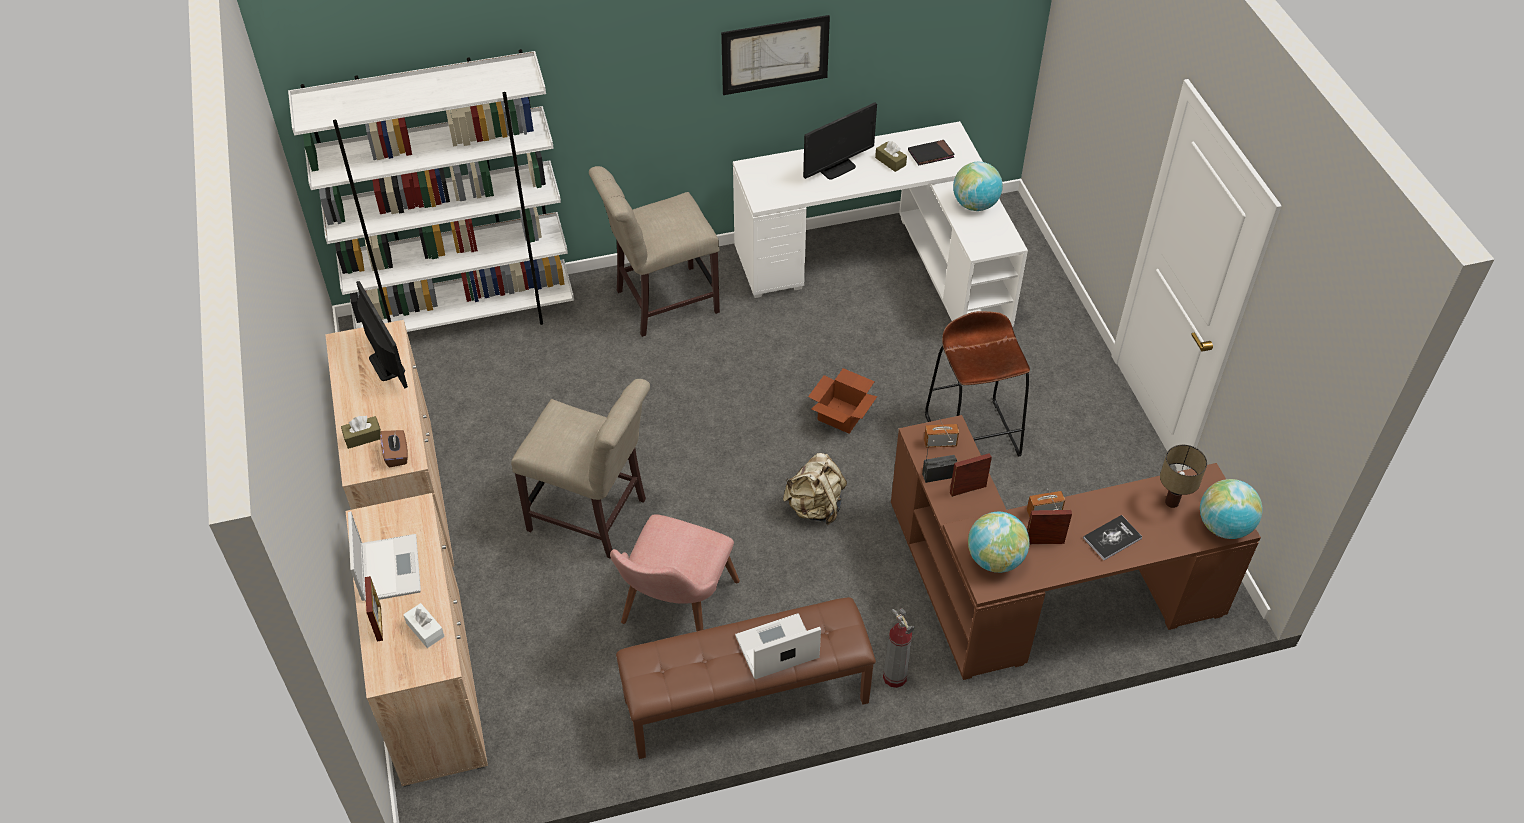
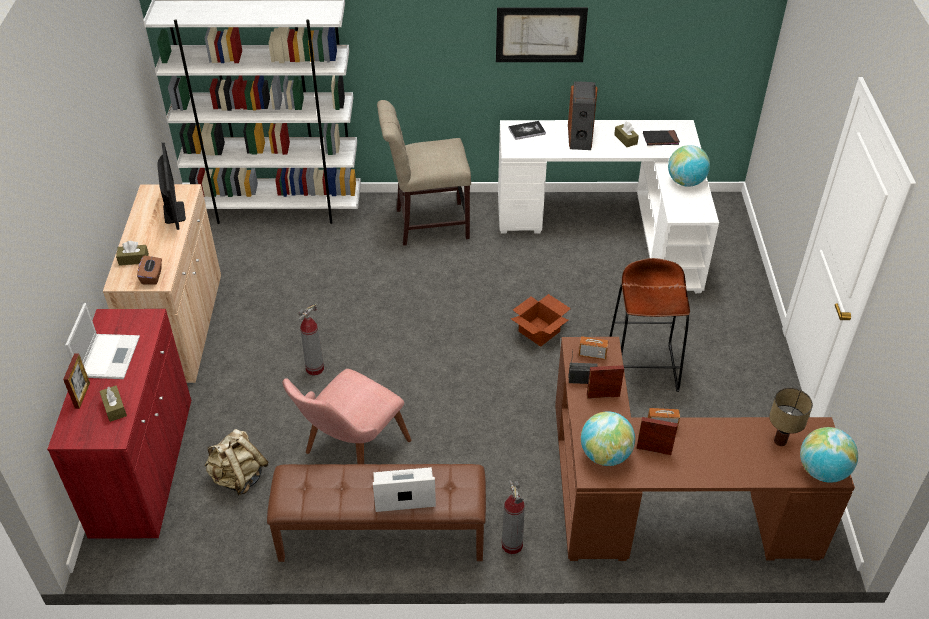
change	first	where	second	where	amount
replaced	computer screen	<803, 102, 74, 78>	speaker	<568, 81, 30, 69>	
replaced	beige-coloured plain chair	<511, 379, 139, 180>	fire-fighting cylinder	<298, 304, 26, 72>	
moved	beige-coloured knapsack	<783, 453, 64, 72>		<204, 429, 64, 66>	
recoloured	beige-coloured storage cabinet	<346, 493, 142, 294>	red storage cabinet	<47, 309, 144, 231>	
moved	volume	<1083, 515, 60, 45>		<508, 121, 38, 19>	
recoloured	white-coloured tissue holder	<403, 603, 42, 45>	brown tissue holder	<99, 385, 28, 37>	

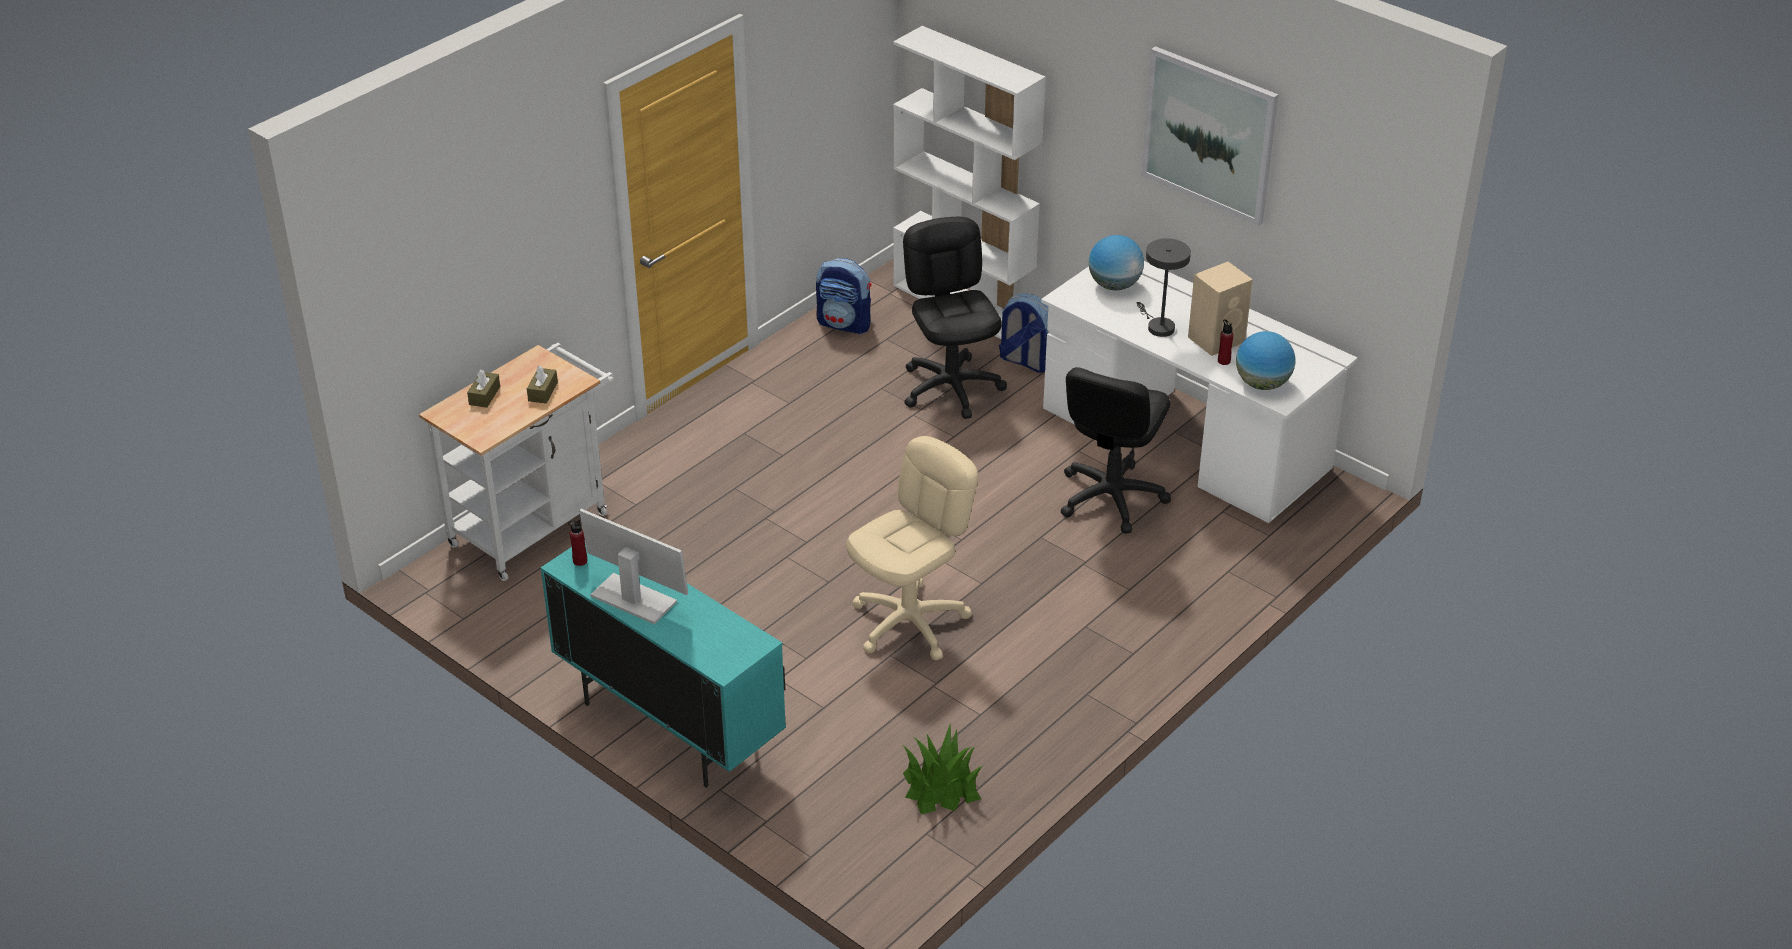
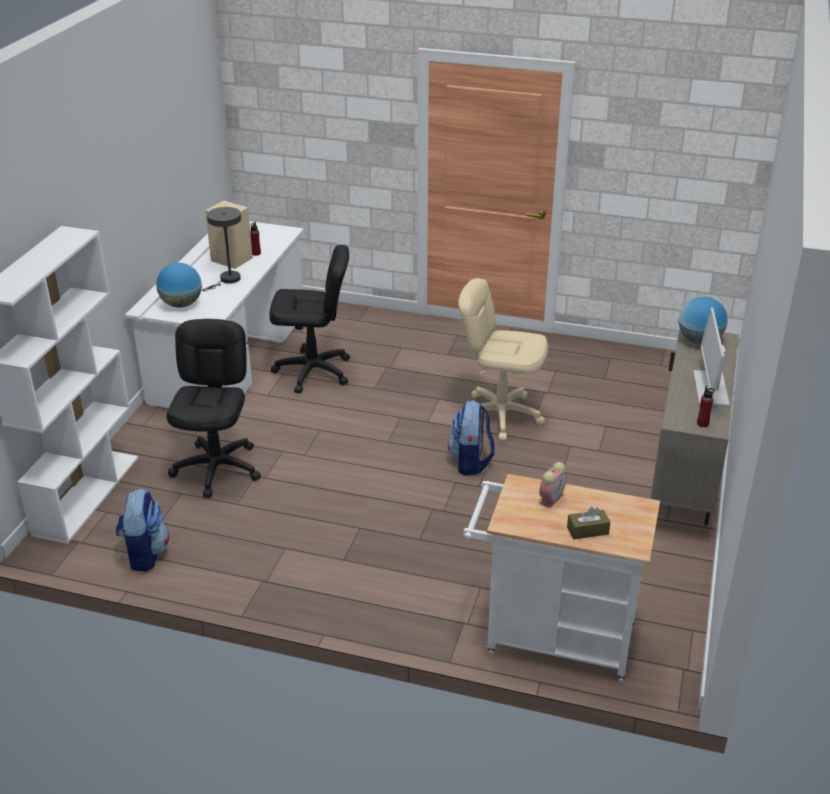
change	first	where	second	where	amount
removed	wall picture	<1141, 46, 137, 180>			
turned	black computer chair	<903, 217, 104, 202>		<166, 319, 95, 179>	135 degrees clockwise
moved	knapsack	<999, 293, 50, 80>		<448, 400, 47, 76>	
moved	world globe	<1236, 331, 59, 59>		<679, 297, 49, 47>	
replaced	brown tissue holder	<527, 365, 31, 39>	bedside clock	<539, 462, 28, 46>	
recoloured	turquoise storage cabinet	<540, 543, 246, 245>	beige-coloured storage cabinet	<651, 330, 88, 195>	
removed	houseplant	<903, 724, 80, 90>			

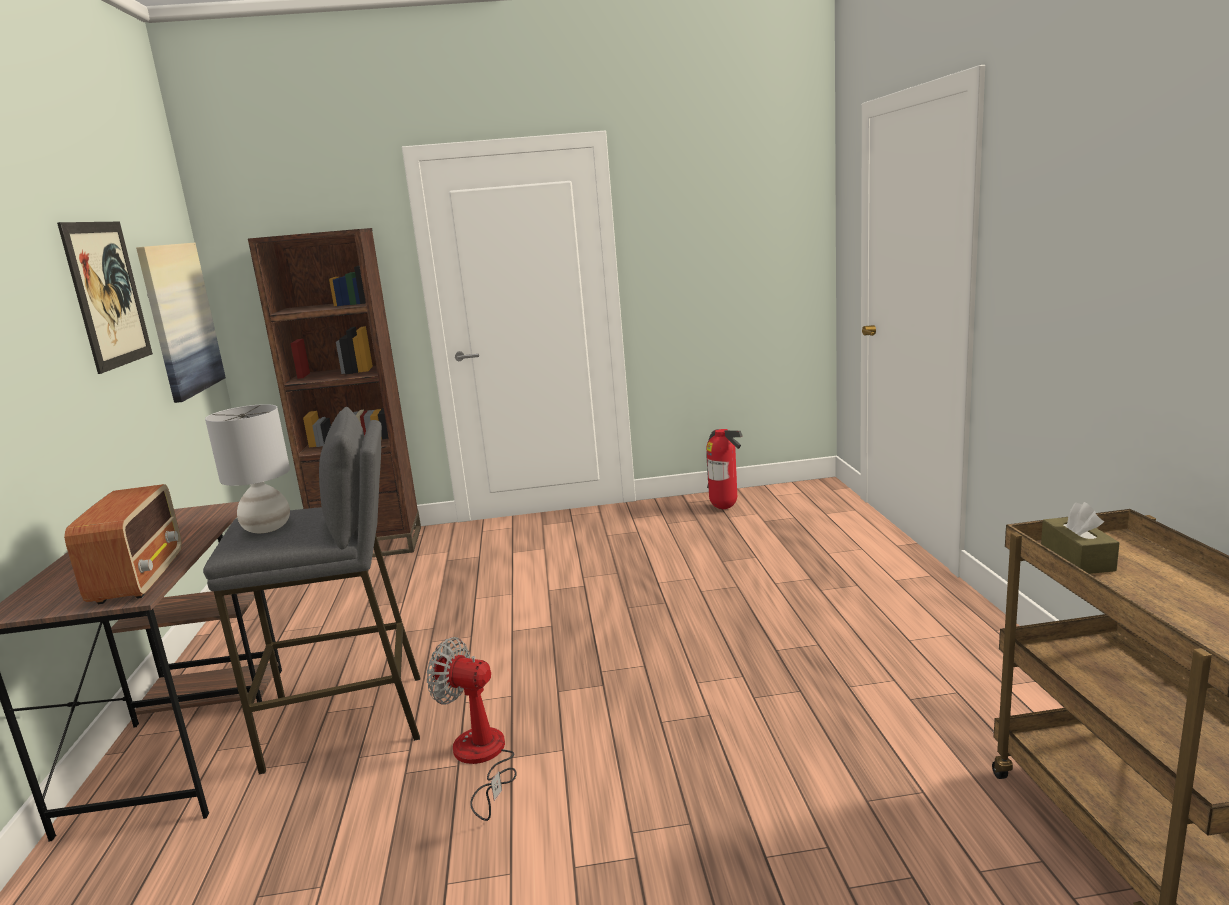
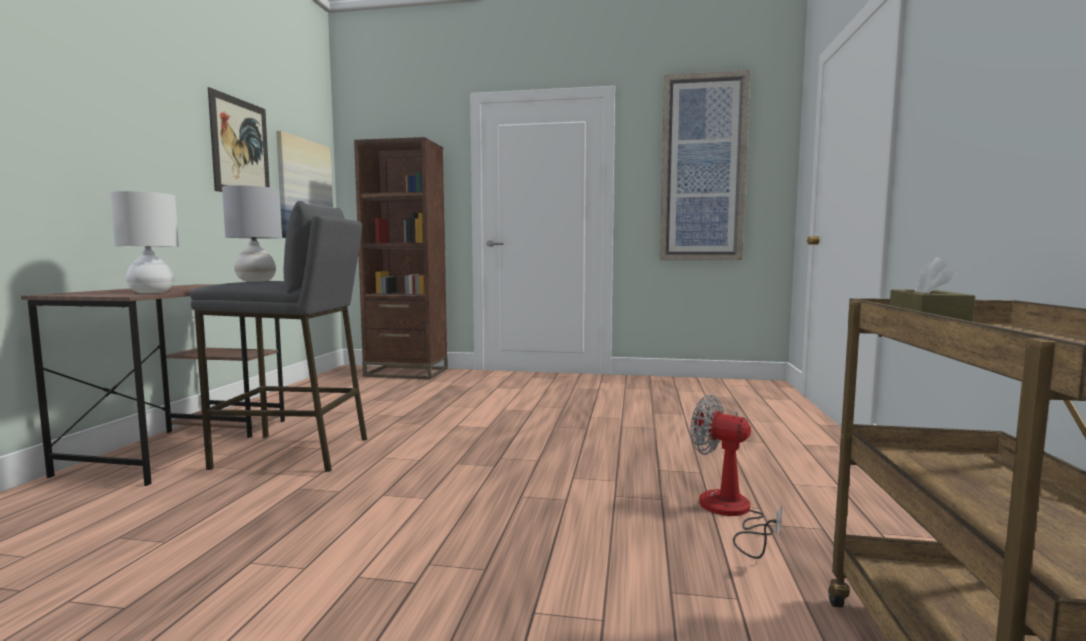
change	first	where	second	where	amount
removed	fire-fighting cylinder	<707, 429, 36, 80>			
replaced	radio set	<64, 484, 118, 120>	white-coloured tabletop lamp	<110, 191, 69, 102>	
moved	electric fan	<427, 637, 89, 184>		<691, 394, 91, 165>	
added			wall picture	<660, 70, 90, 190>	

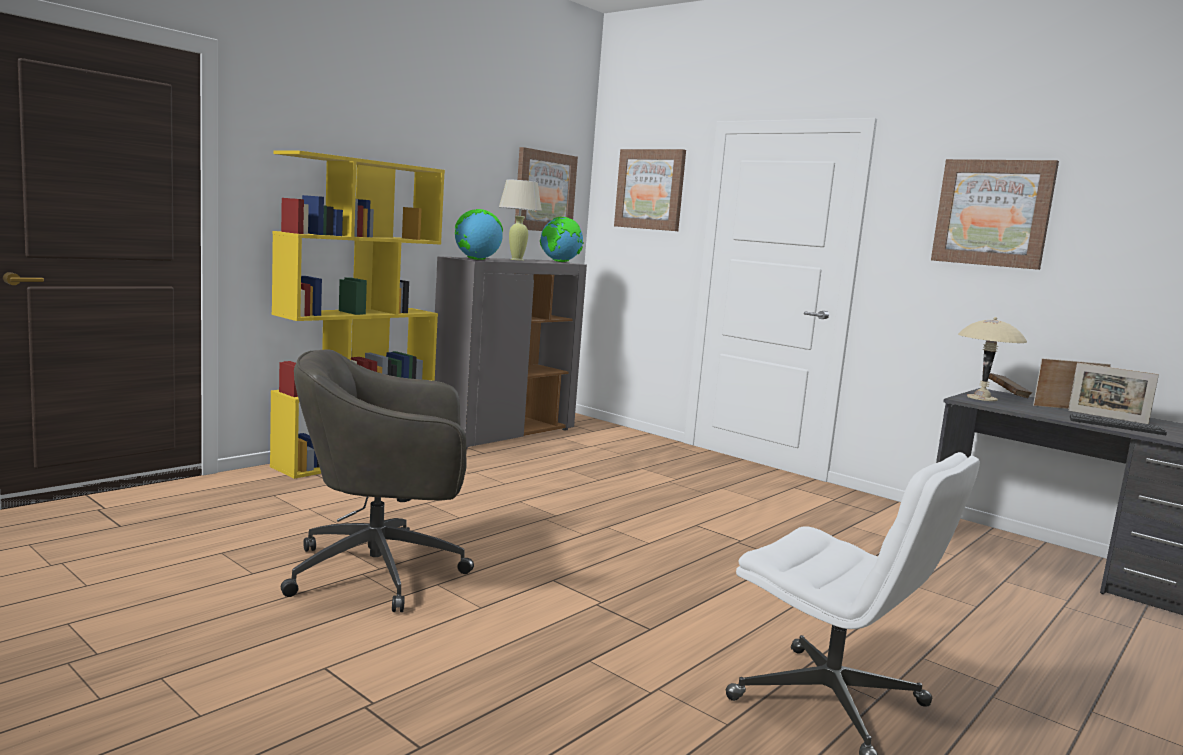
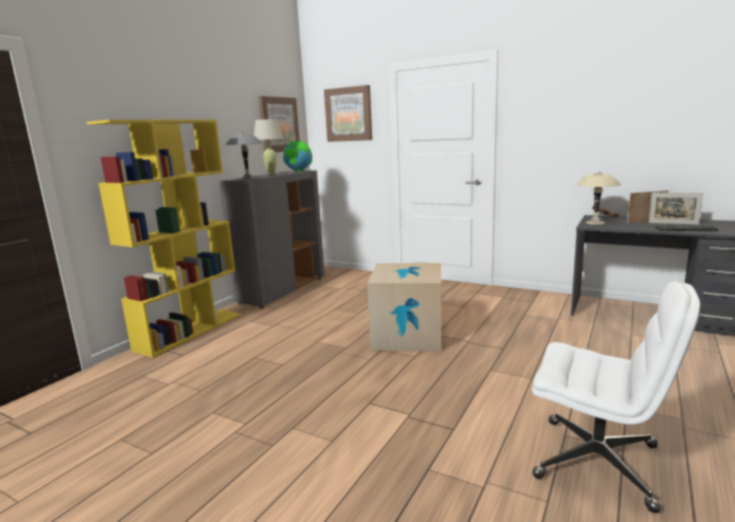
change	first	where	second	where	amount
removed	wall picture	<931, 159, 128, 111>			
replaced	world globe	<455, 209, 48, 51>	greyish tabletop lamp	<226, 132, 36, 48>	
removed	greyish computer chair	<281, 349, 193, 263>			
added			packing box	<367, 263, 74, 88>	

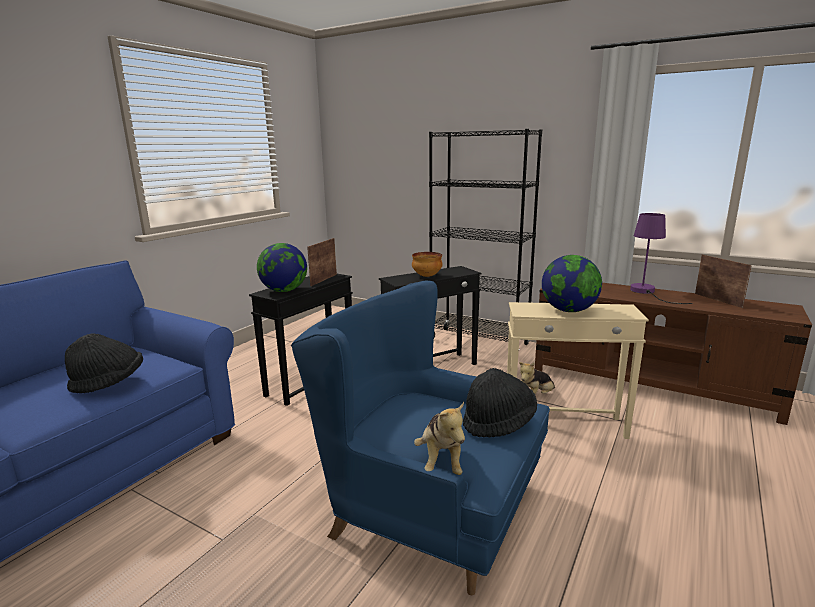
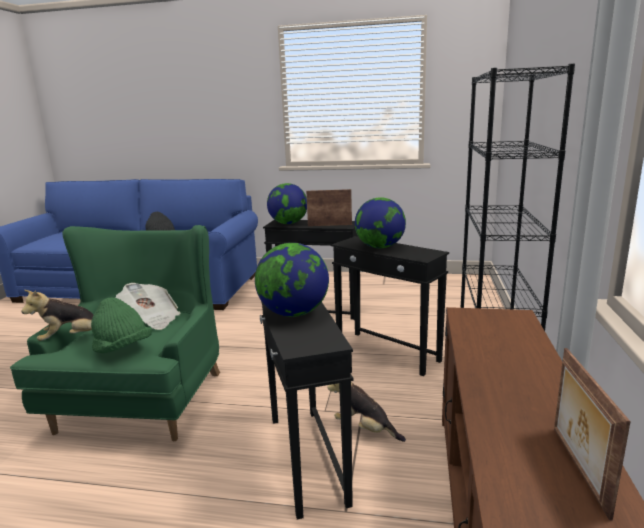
change	first	where	second	where	amount
removed	purple-coloured tabletop lamp	<630, 213, 62, 91>			
replaced	bowl	<412, 252, 31, 25>	world globe	<355, 197, 51, 51>	
turned	photo frame	<695, 255, 57, 53>		<554, 348, 77, 172>	135 degrees clockwise
recoloured	bluish armchair	<291, 281, 259, 314>	green armchair	<10, 225, 210, 216>	
recoloured	beige-coloured end table	<507, 302, 142, 137>	black end table	<260, 301, 94, 218>	
recoloured	black clothing hat	<463, 368, 74, 69>	green clothing hat	<91, 297, 61, 56>	
added			newspaper	<116, 283, 64, 47>	

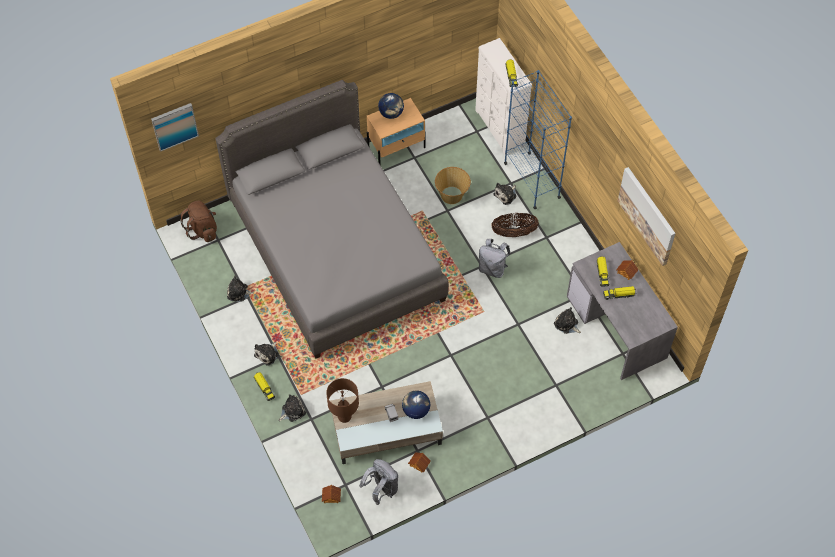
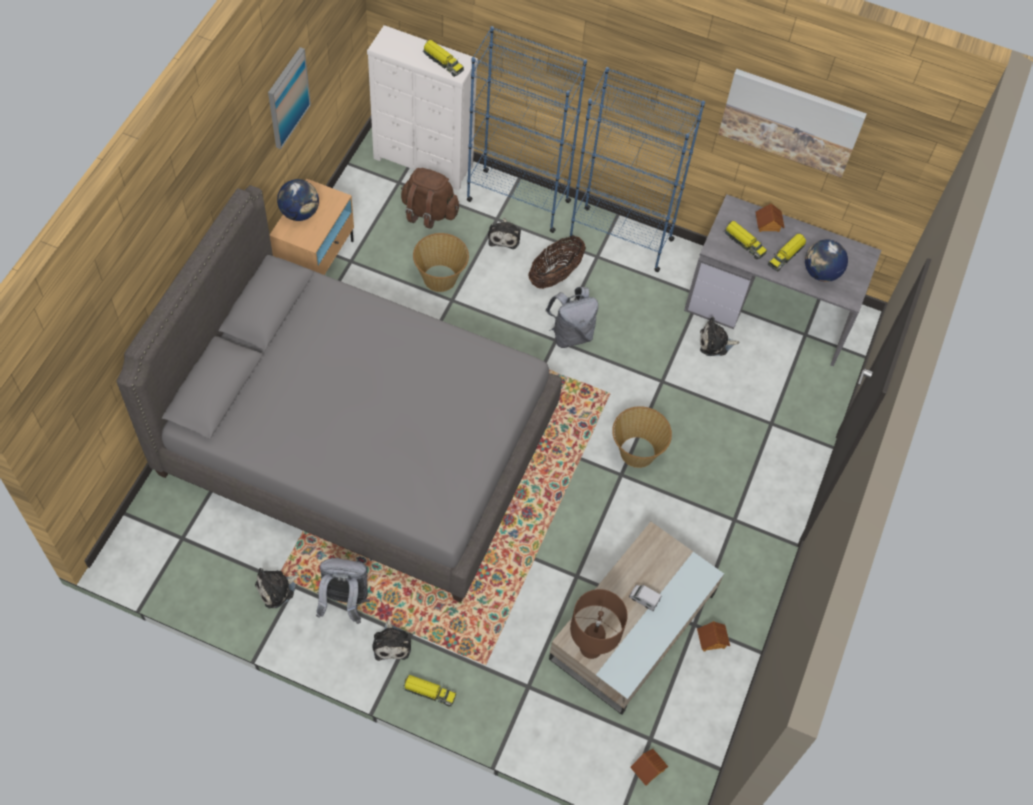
change	first	where	second	where	amount
moved	wall picture	<151, 103, 48, 49>		<268, 47, 43, 102>	
moved	brown knapsack	<180, 200, 37, 42>		<401, 168, 58, 61>	
moved	world globe	<402, 390, 28, 29>		<805, 240, 43, 42>	
removed	soft toy	<279, 394, 27, 28>			
moved	greyish knapsack	<359, 459, 39, 46>		<316, 558, 54, 66>	
added			bluish shelving unit	<569, 67, 136, 205>	
added			household basket	<612, 406, 60, 62>	

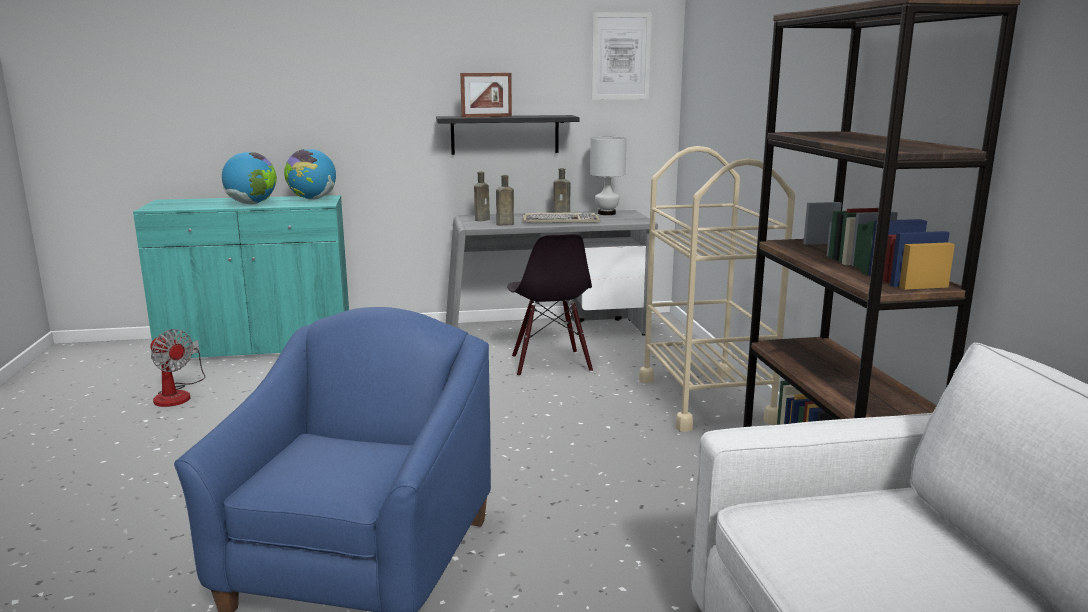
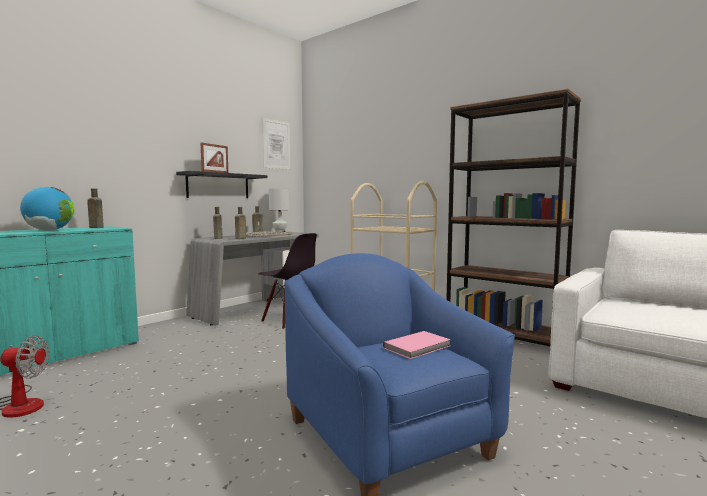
change	first	where	second	where	amount
replaced	world globe	<284, 149, 52, 51>	brown drink bottle	<87, 188, 17, 40>	
added			pink volume	<383, 331, 68, 28>	

